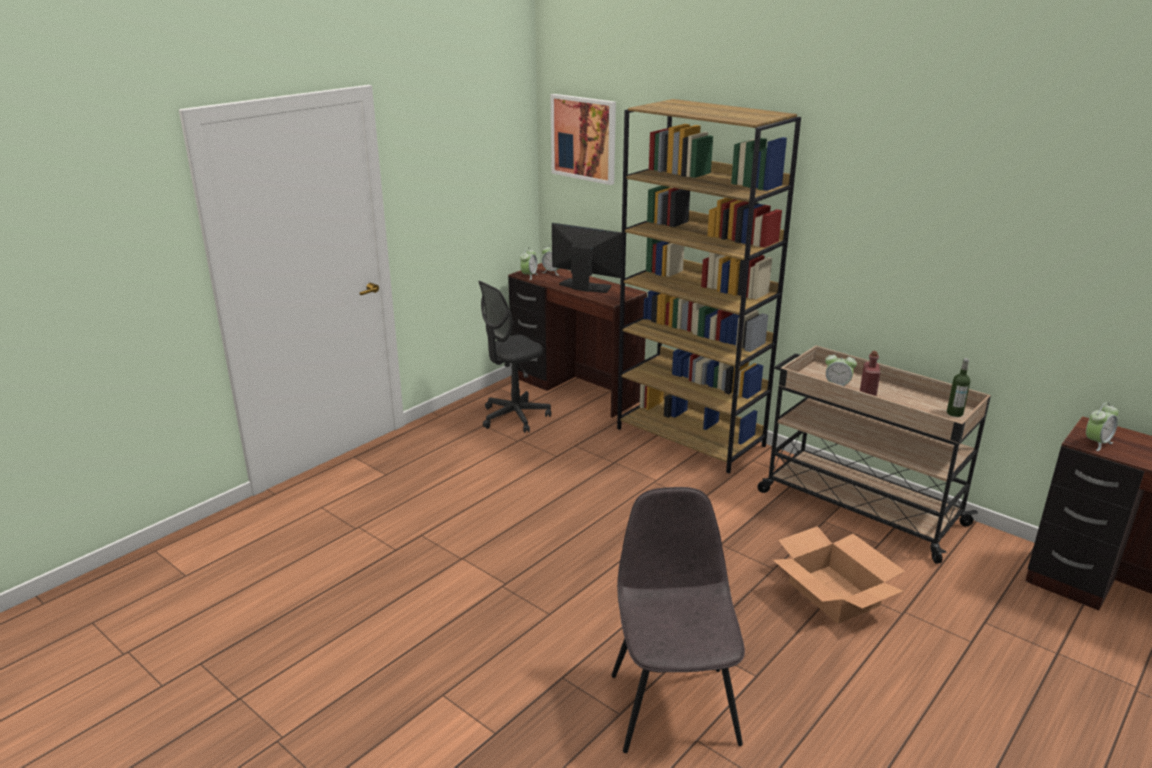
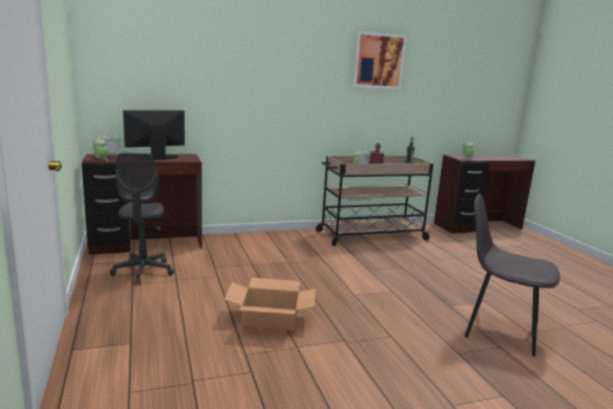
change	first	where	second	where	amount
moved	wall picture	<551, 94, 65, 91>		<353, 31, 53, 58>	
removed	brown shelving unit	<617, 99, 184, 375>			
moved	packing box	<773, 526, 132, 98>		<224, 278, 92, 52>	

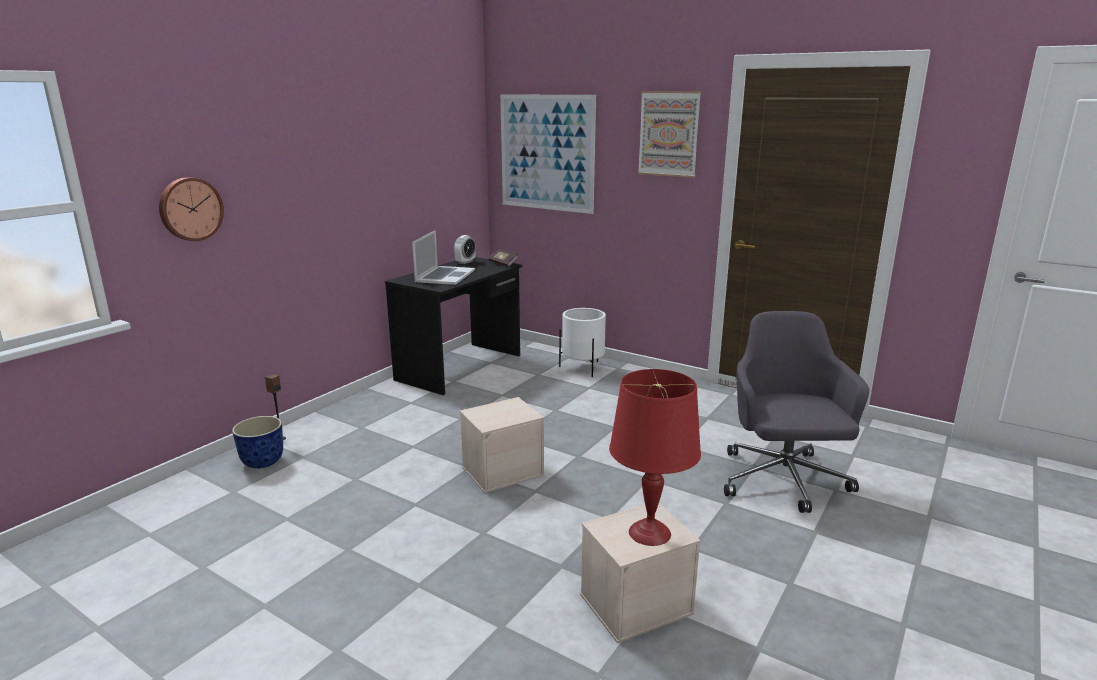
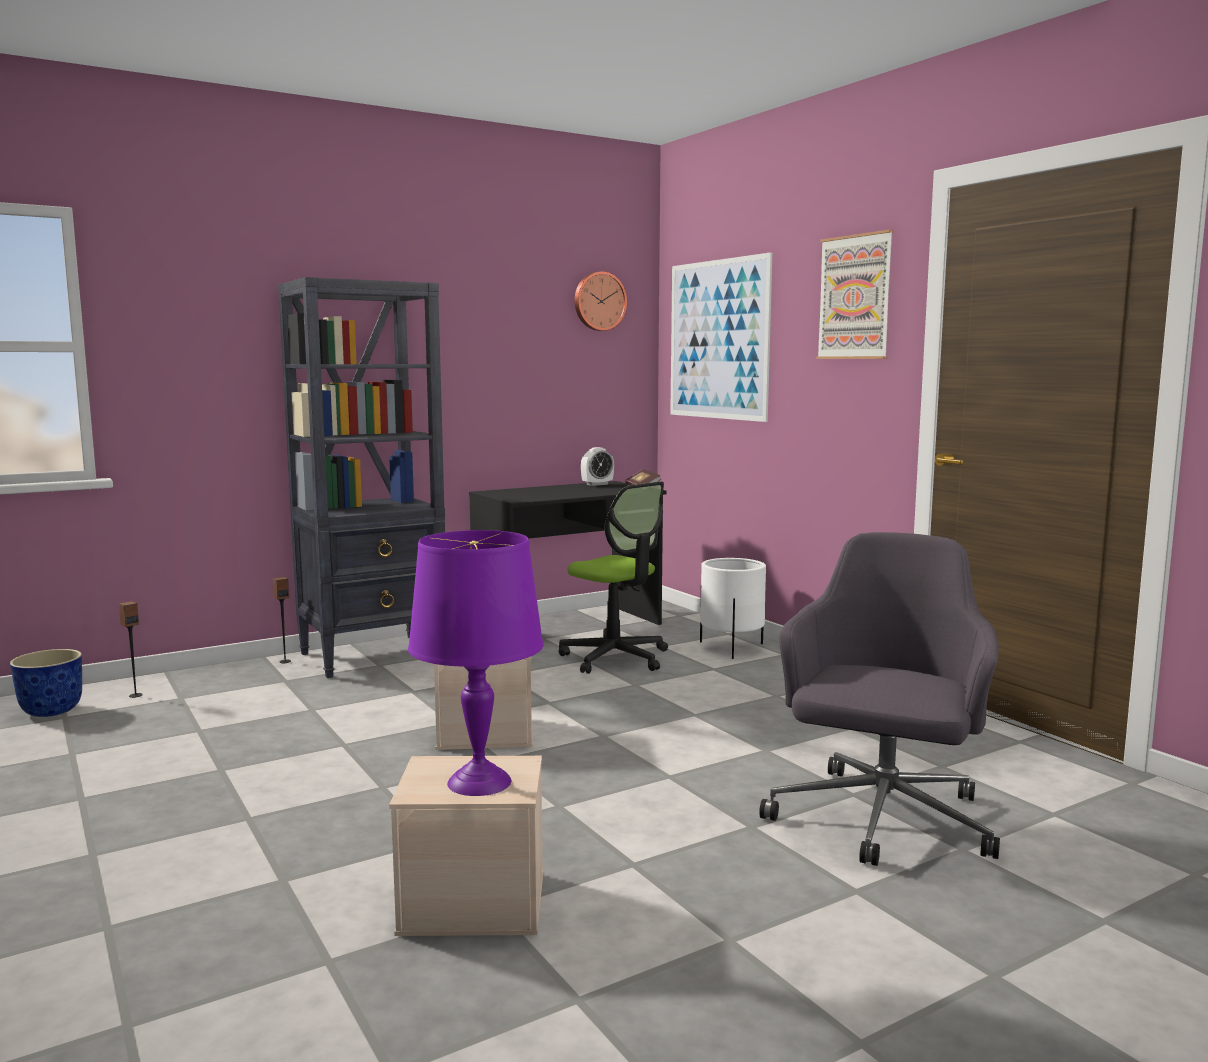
change	first	where	second	where	amount
moved	wall clock	<159, 177, 65, 64>		<574, 271, 53, 60>	
removed	portable computer	<412, 230, 63, 55>			
recoloured	red tabletop lamp	<609, 369, 92, 177>	purple-coloured tabletop lamp	<408, 530, 136, 266>	
moved	plant pot	<232, 416, 51, 52>		<10, 649, 72, 68>	
added			black shelving unit	<278, 277, 167, 401>	
added			computer chair	<559, 482, 109, 192>	
added			speaker	<119, 601, 24, 97>	

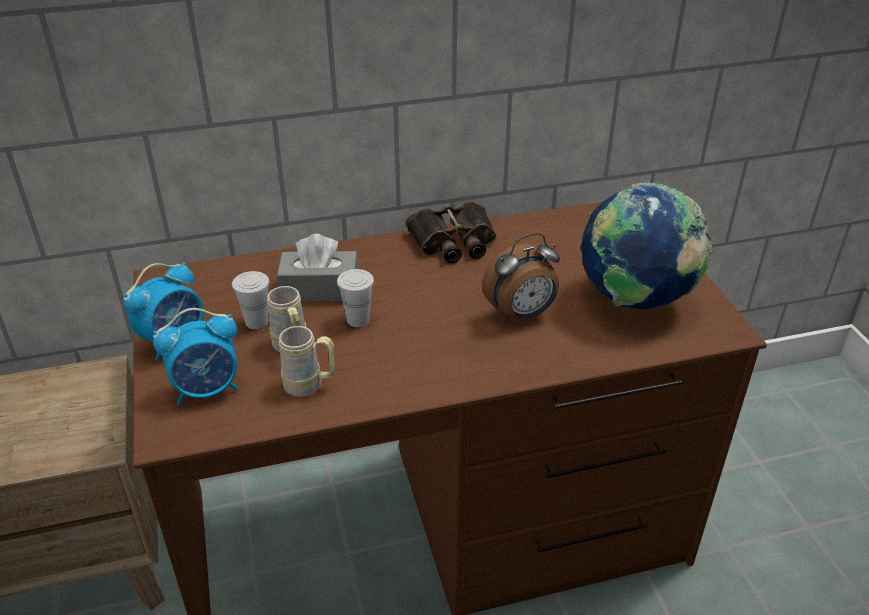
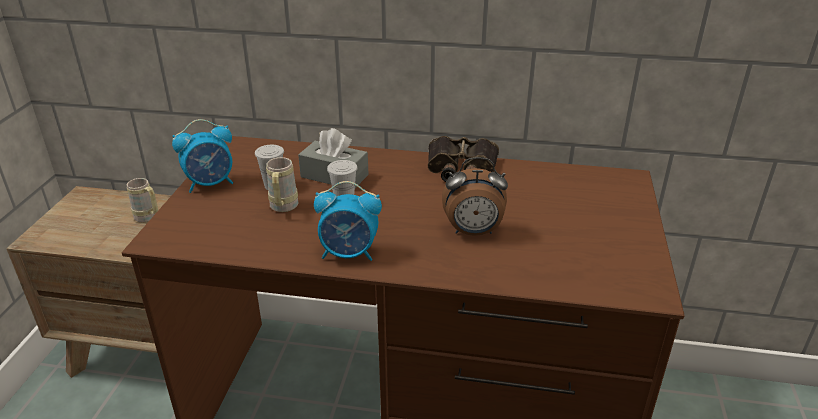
change	first	where	second	where	amount
removed	world globe	<581, 182, 131, 128>			
moved	bedside clock	<153, 308, 85, 97>		<314, 181, 68, 80>	
moved	beige-coloured mug	<279, 326, 56, 71>		<127, 178, 31, 44>	

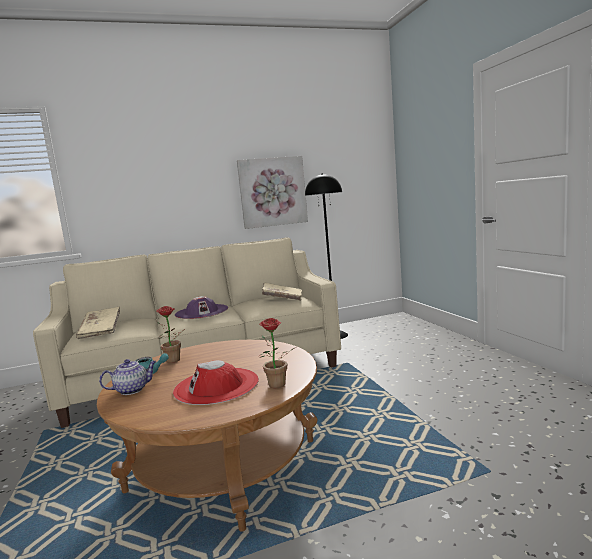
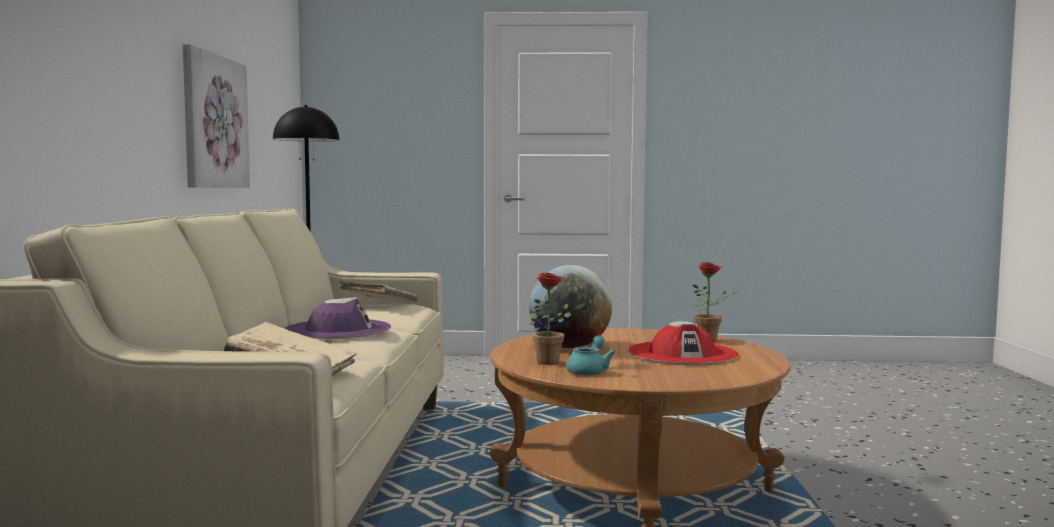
change	first	where	second	where	amount
removed	teapot	<99, 359, 58, 36>			
added			world globe	<529, 265, 83, 83>	

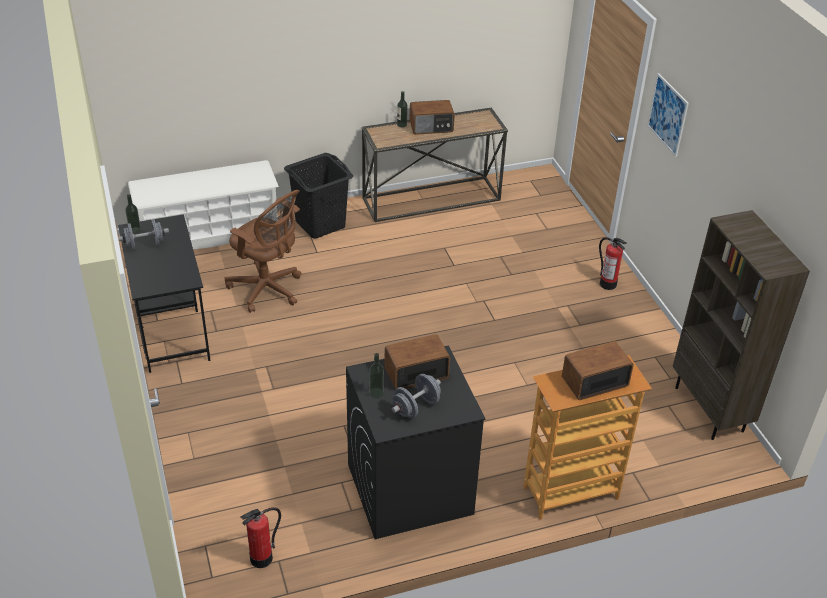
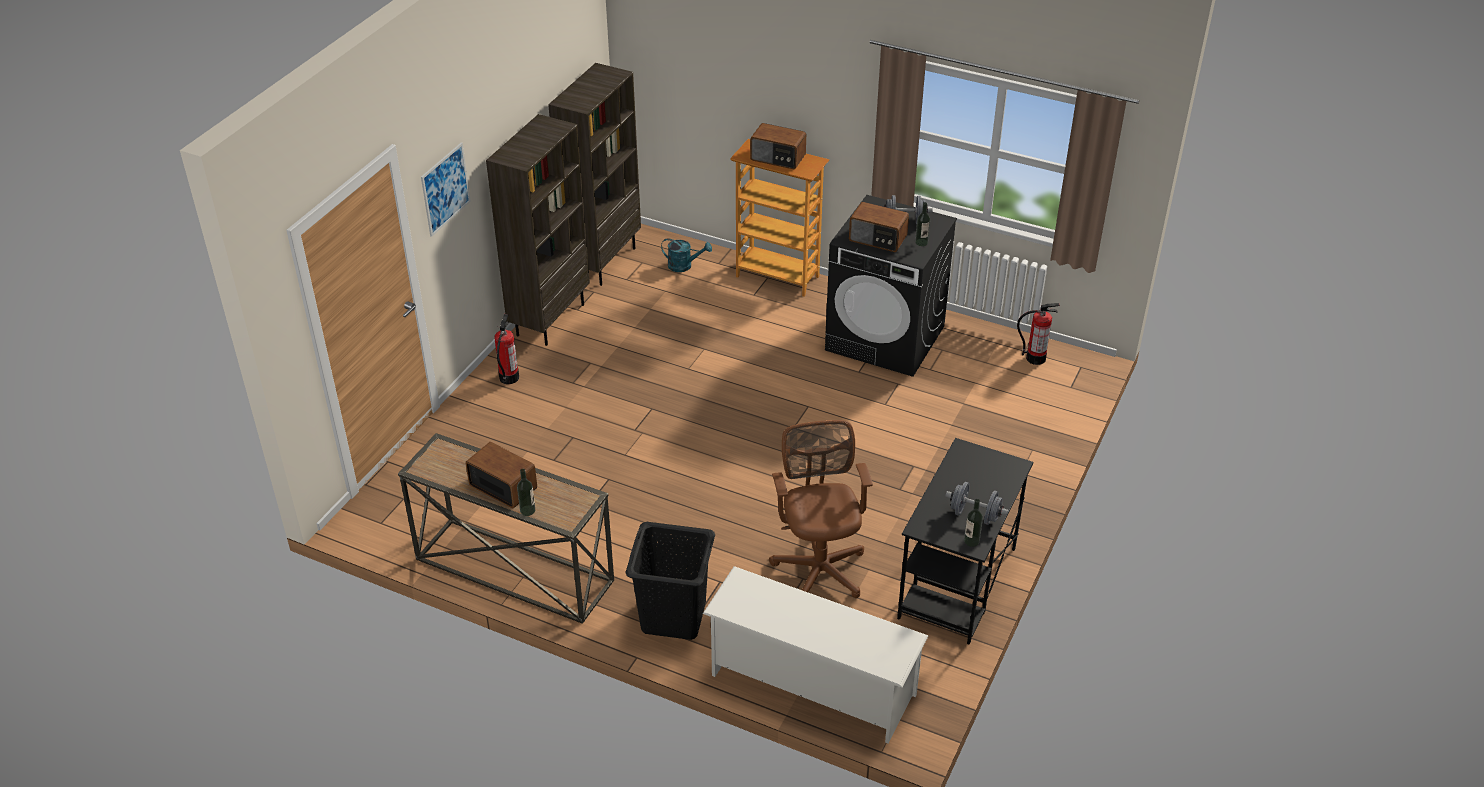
change	first	where	second	where	amount
added			brown shelving unit	<486, 114, 104, 232>	
added			turquoise watering can	<661, 238, 51, 34>	

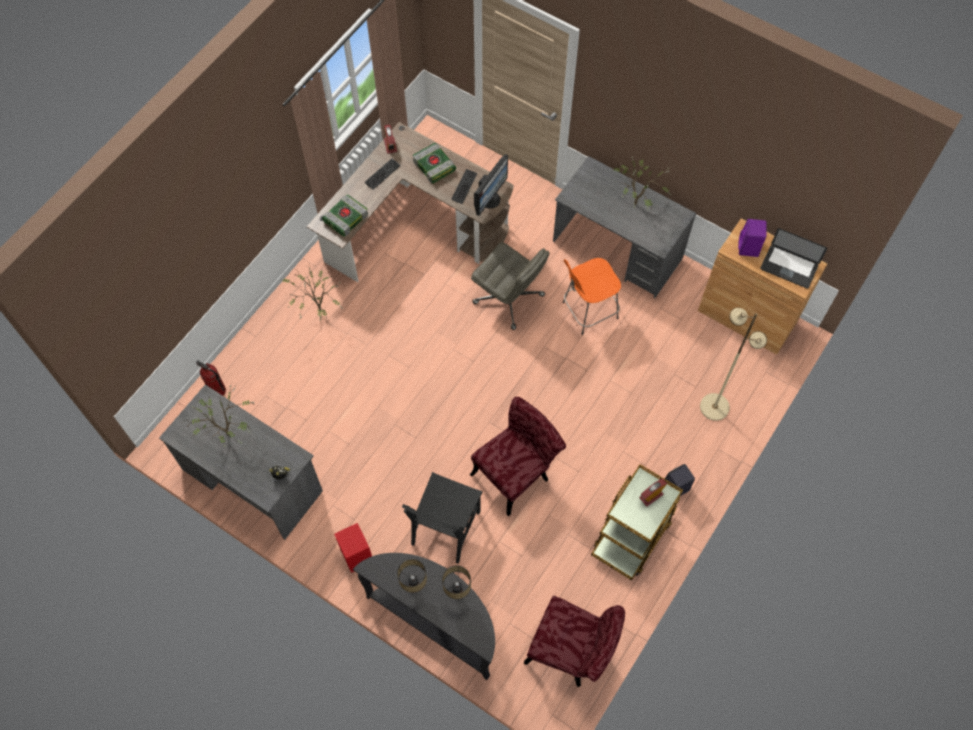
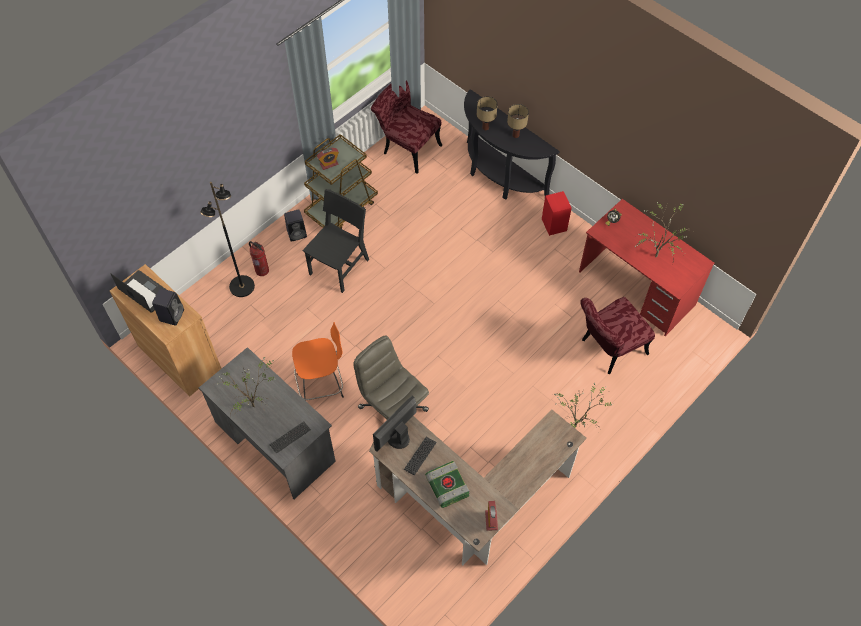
change	first	where	second	where	amount
moved	PC keyboard	<364, 158, 37, 32>		<270, 421, 41, 32>	
removed	volume	<322, 194, 46, 43>			
recoloured	purple-coloured speaker	<738, 219, 29, 38>	black speaker	<152, 288, 32, 38>	
recoloured	beige-coloured floor lamp	<700, 308, 67, 113>	black floor lamp	<200, 182, 55, 115>	
moved	fire-fighting cylinder	<196, 360, 30, 36>		<249, 241, 20, 35>	
recoloured	greyish desk unit	<159, 385, 164, 155>	red desk unit	<579, 199, 136, 137>	
moved	red plain chair	<470, 397, 96, 119>		<580, 297, 75, 77>	
moved	black plain chair	<402, 472, 80, 92>		<303, 189, 66, 104>	

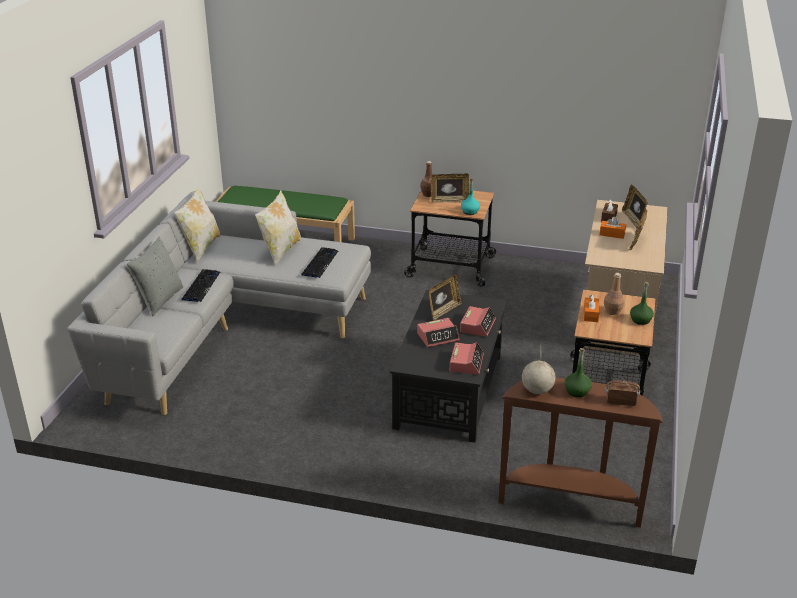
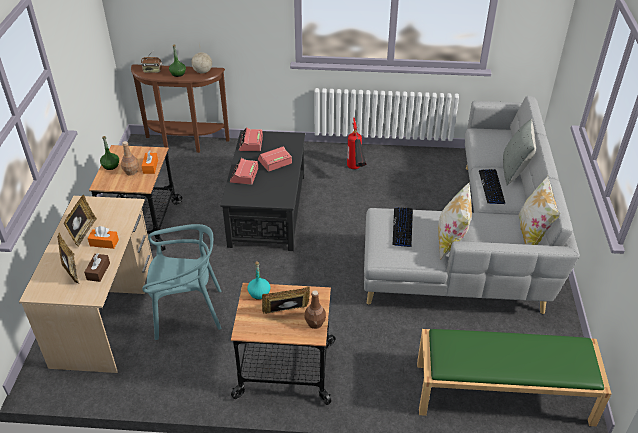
change	first	where	second	where	amount
removed	photo frame	<428, 274, 34, 46>			
added			fire-fighting cylinder	<347, 118, 19, 51>	
added			turquoise plain chair	<142, 224, 79, 116>	

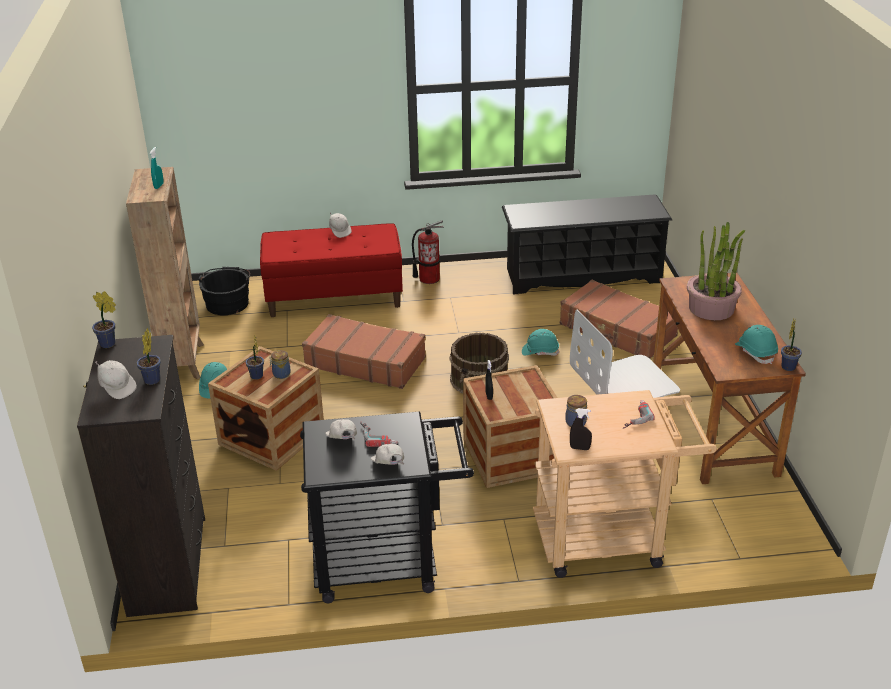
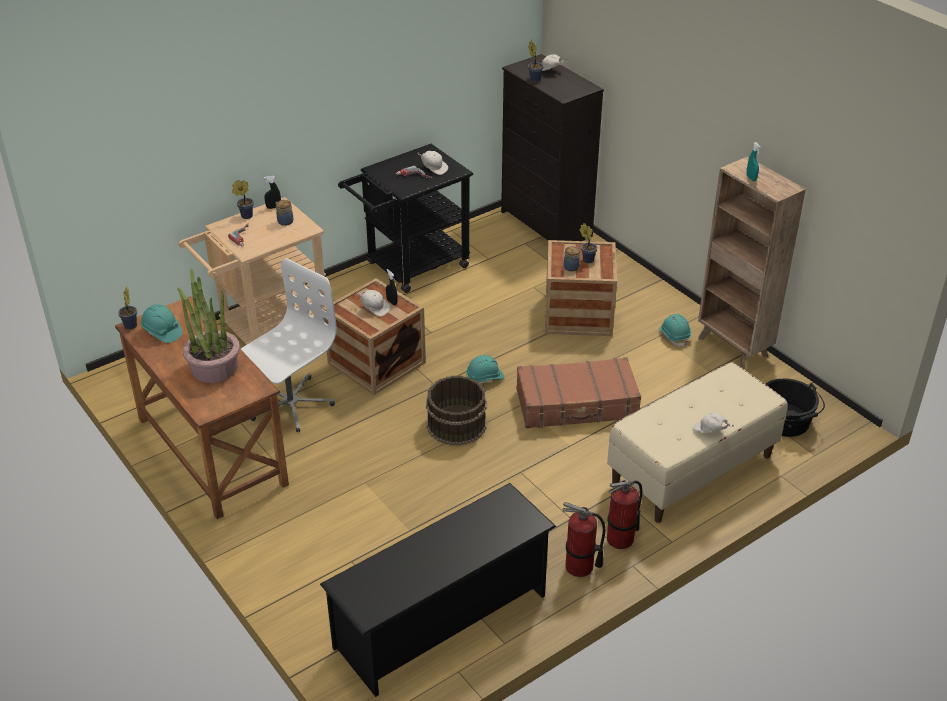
change	first	where	second	where	amount
recoloured	red indoor bench	<260, 223, 143, 94>	beige-coloured indoor bench	<607, 362, 180, 161>	
removed	brown travel case	<560, 280, 118, 79>			
moved	houseplant	<92, 291, 24, 57>		<232, 180, 22, 39>	
moved	turquoise hard hat	<522, 329, 37, 27>		<466, 355, 38, 29>	
moved	white-coloured baseball cap	<371, 444, 33, 21>		<356, 290, 34, 27>	
added			fire-fighting cylinder	<562, 502, 43, 75>	

